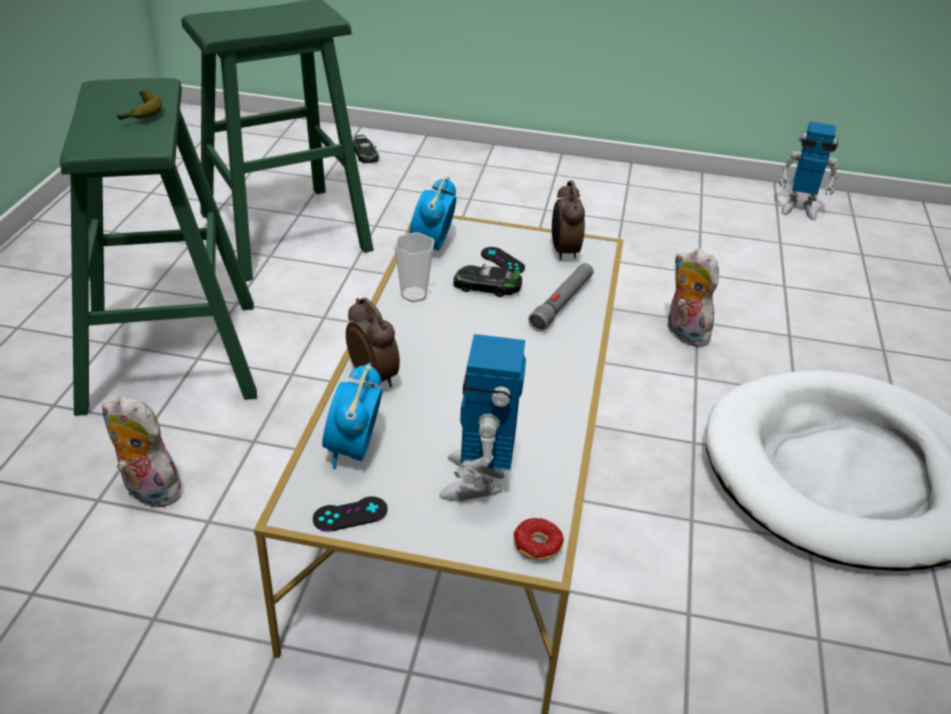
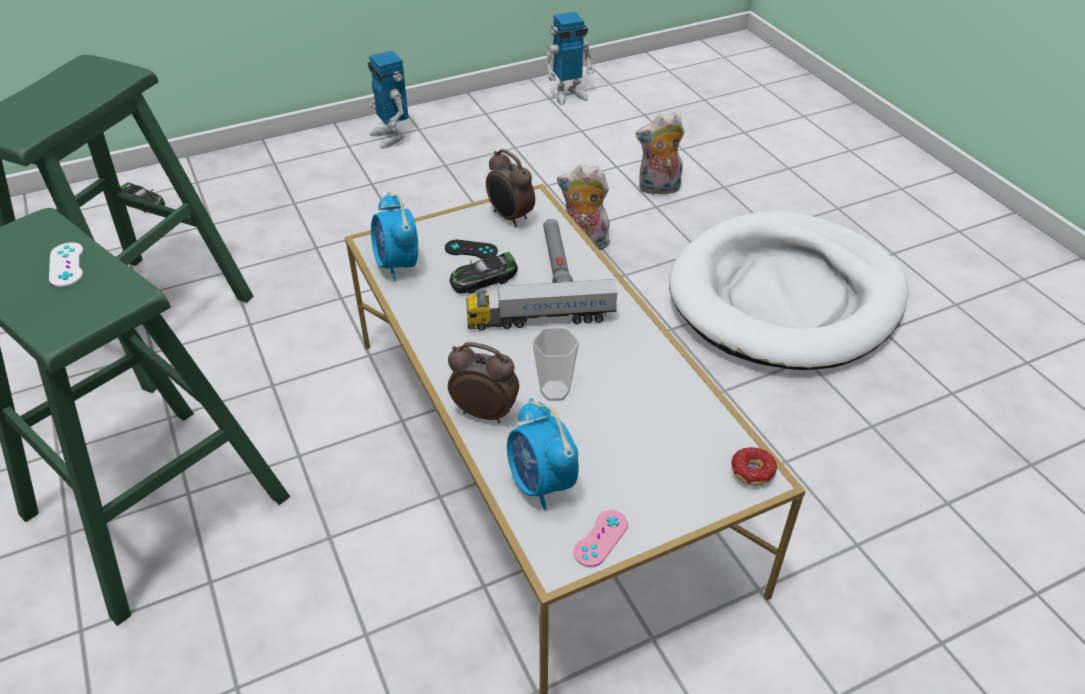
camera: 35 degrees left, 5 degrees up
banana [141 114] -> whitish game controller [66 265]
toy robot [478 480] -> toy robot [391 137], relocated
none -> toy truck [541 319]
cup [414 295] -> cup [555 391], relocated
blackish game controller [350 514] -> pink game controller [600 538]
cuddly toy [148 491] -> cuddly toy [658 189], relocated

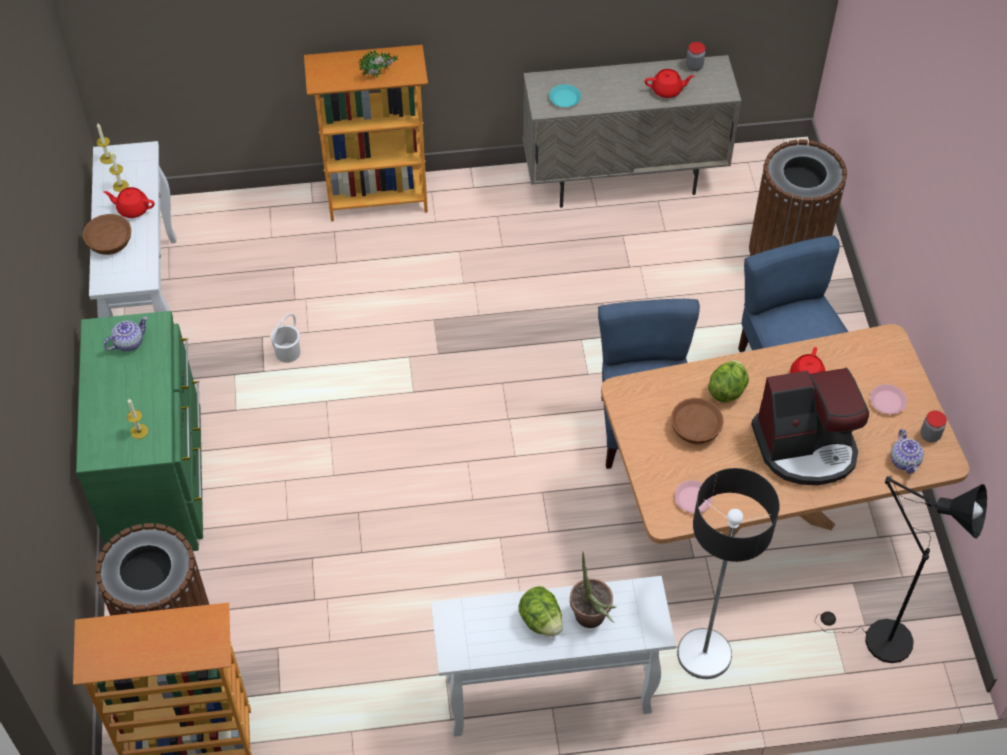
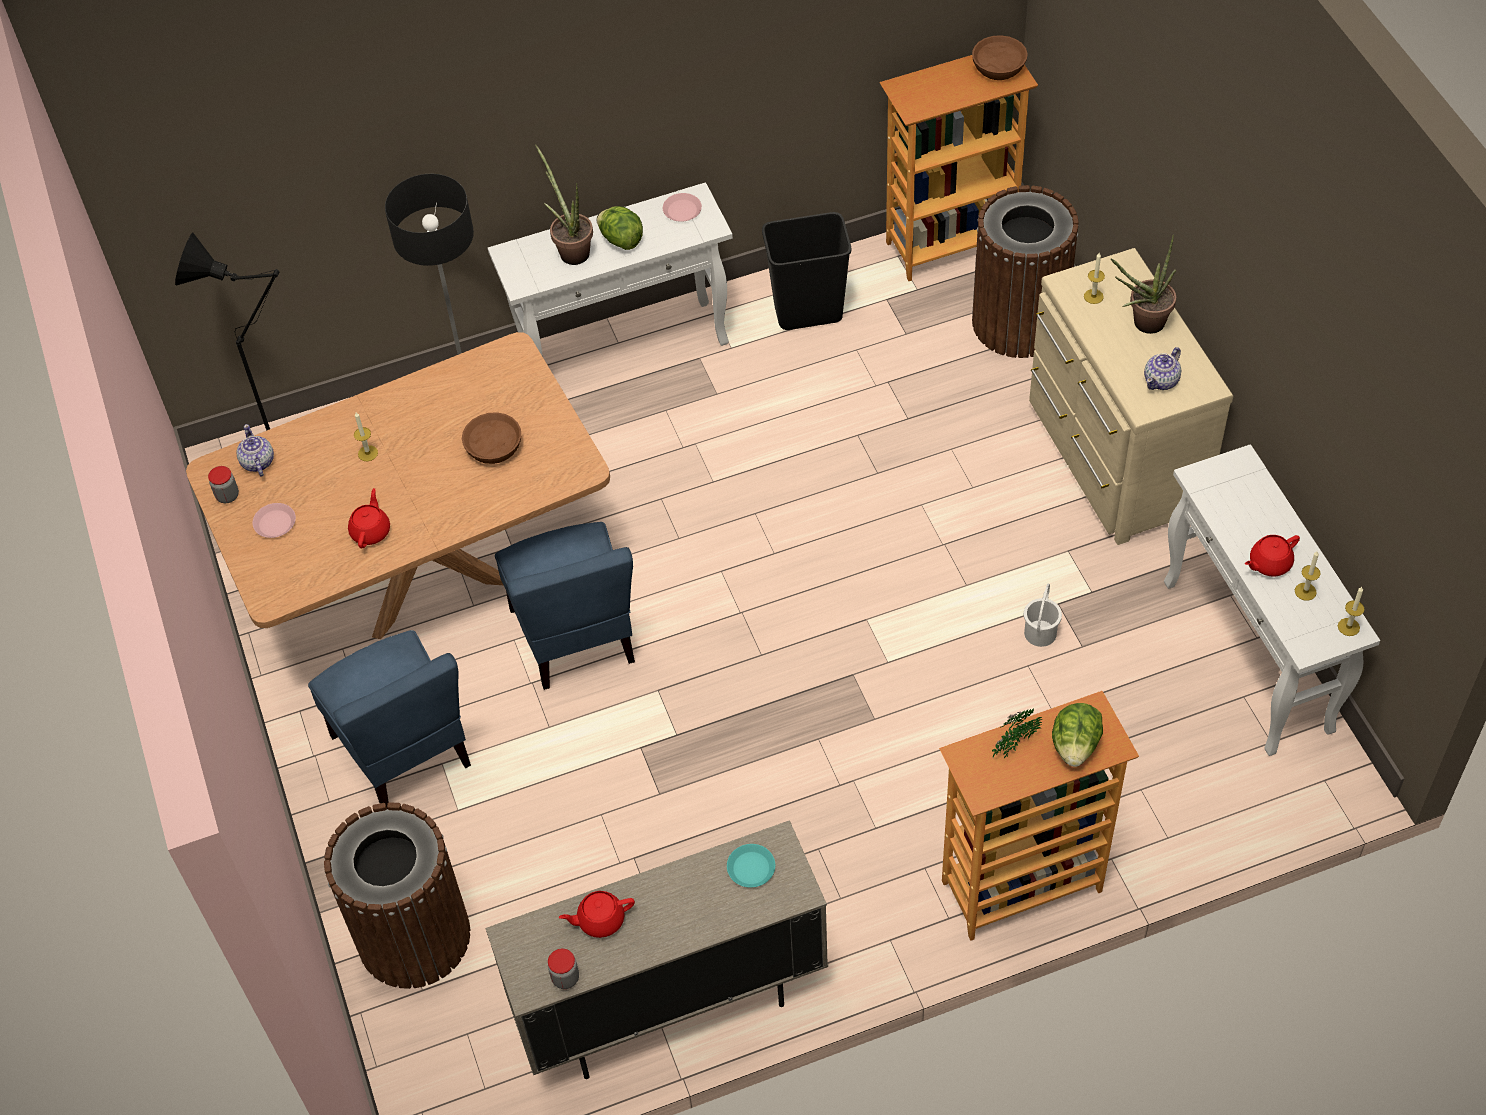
camera: 170 degrees right, 0 degrees up
coffee brewer [806 447] -> candle [368 453]
pink flat dish [692 499] -> pink flat dish [682 210], relocated
none -> blackish trash can [808 311]
brown-coloured serving bowl [109 241] -> brown-coloured serving bowl [999 67], relocated
green-coloured dresser [160 478] -> beige-coloured dresser [1112 458]
lettuce head [727 390] -> lettuce head [1075 746], relocated
none -> potted plant [1142 324]
red-coloured pot for tea [132 209] -> red-coloured pot for tea [1269 563], 150 degrees clockwise

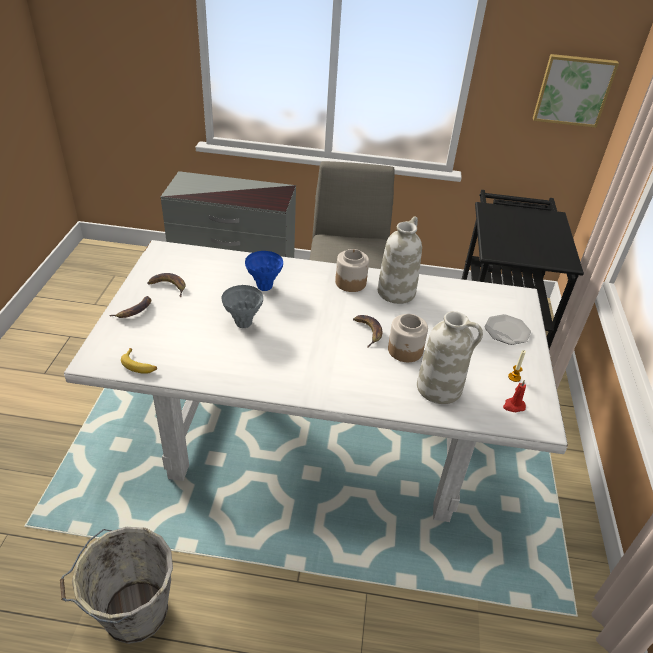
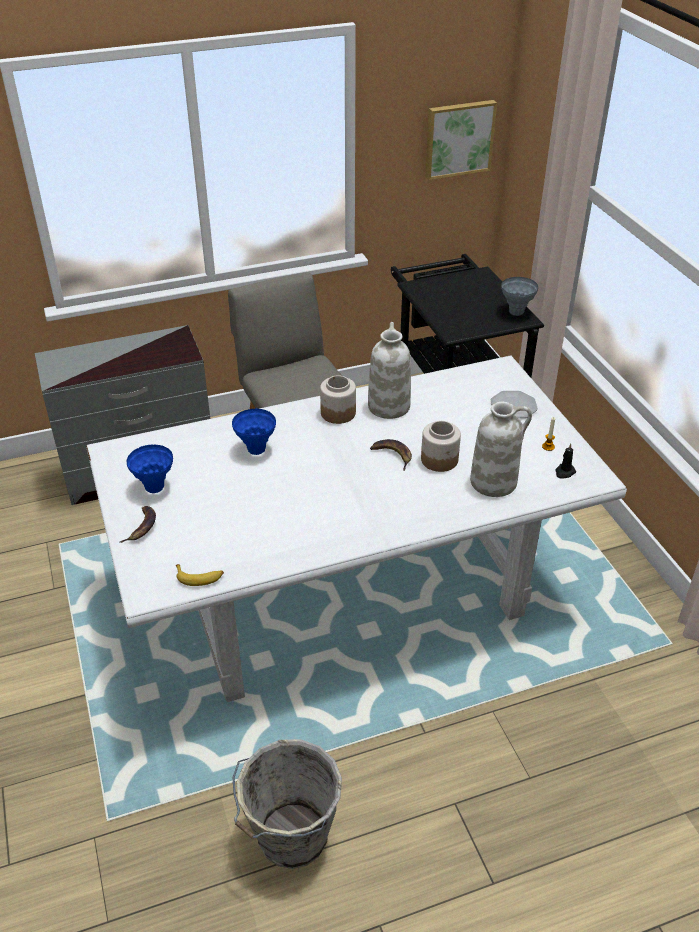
camera: 25 degrees left, 0 degrees up
banana [169 286] -> bluish vase [155 487]
gray vase [243 323] -> gray vase [516 312], relocated
red-coloured candle [513 406] -> blackish candle [564 472]

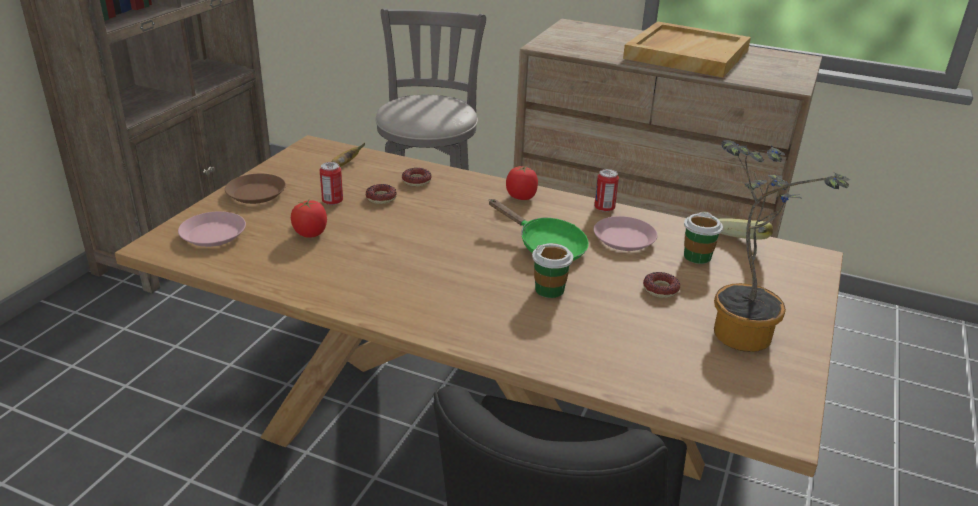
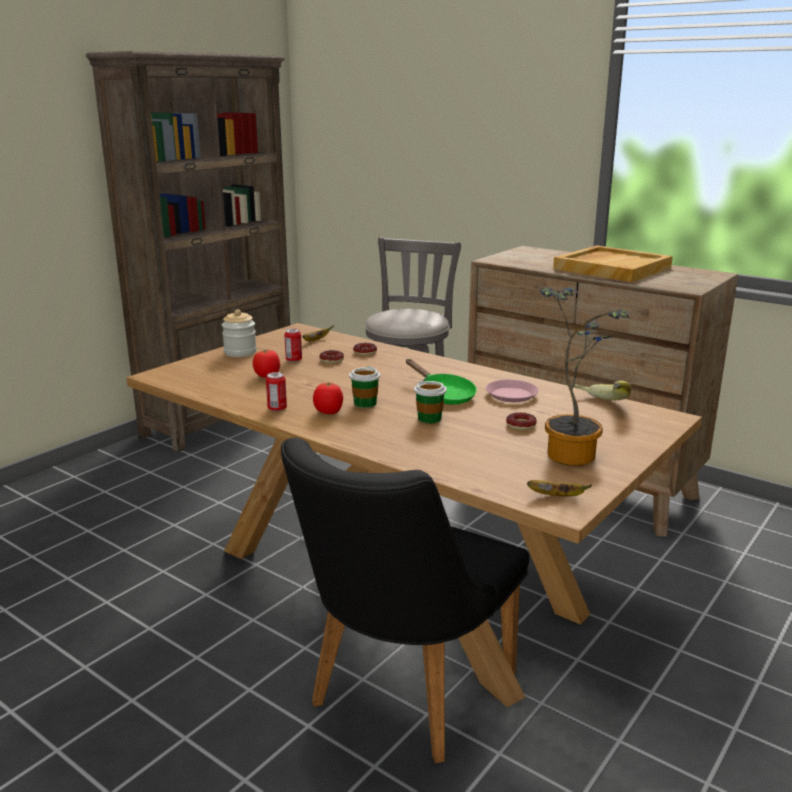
camera: 15 degrees right, 10 degrees down
brown-coloured flat dish [255 193] -> preserve jar [240 352]
sealed can [604 208] -> sealed can [277 409], relocated
whole tomato [521 197] -> whole tomato [329 412], relocated
cup [697 256] -> cup [365 403], relocated
none -> banana [557 496]
pink flat dish [213 234] -> none

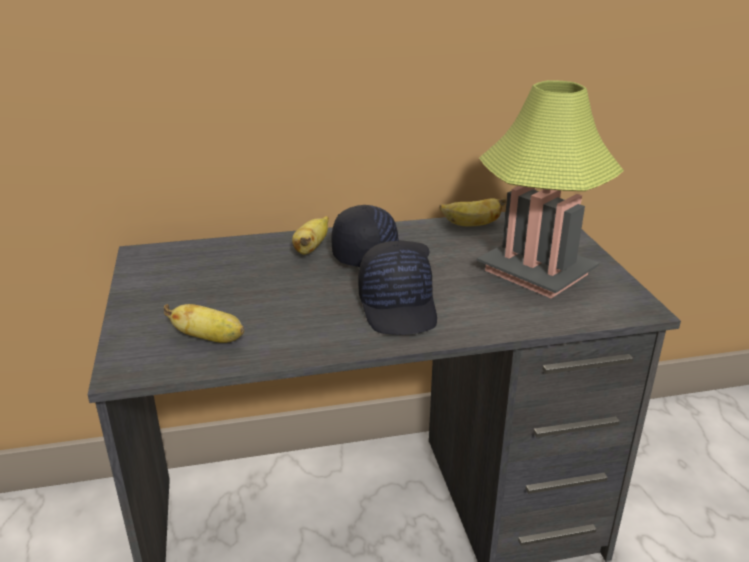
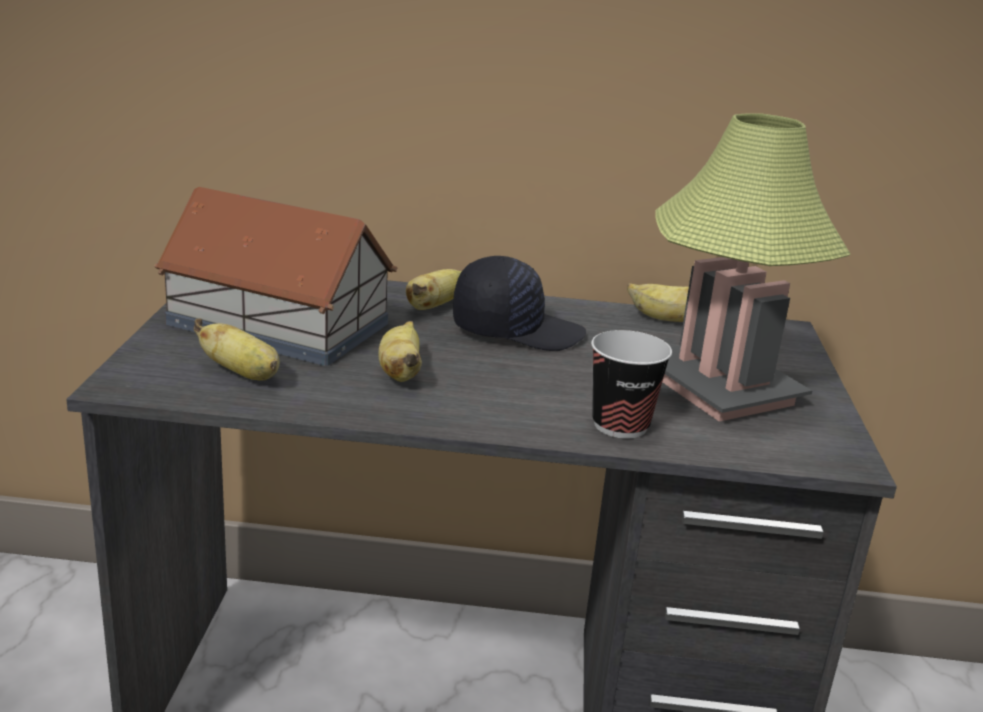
camera: 15 degrees right, 5 degrees down
none -> miniature house [277 323]
none -> banana [400 372]
none -> cup [620 425]
blackish peaked cap [399 307] -> none

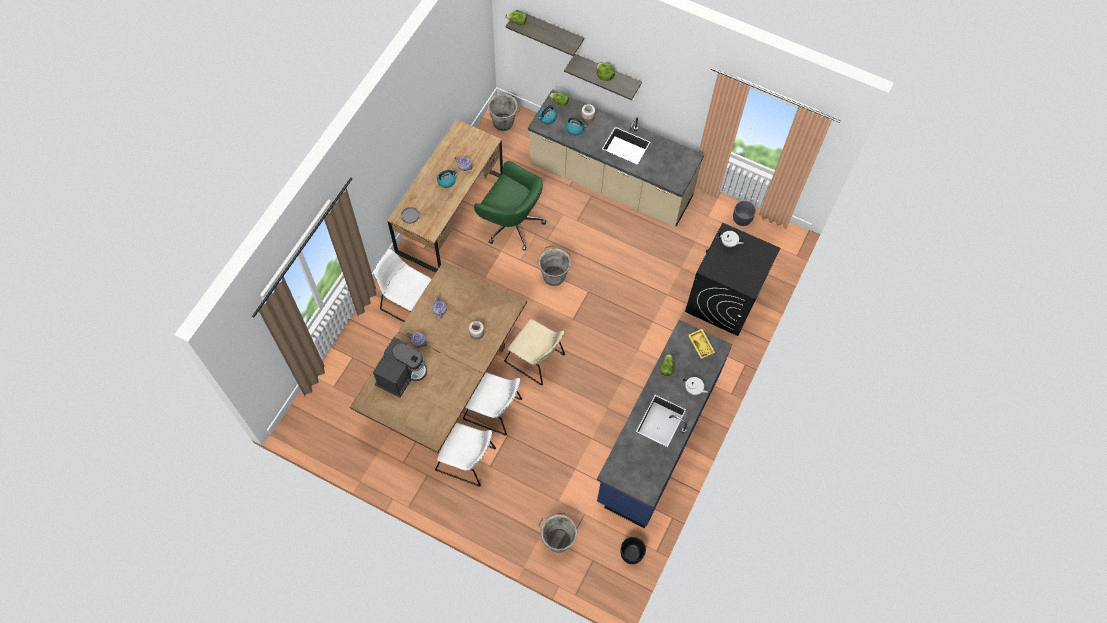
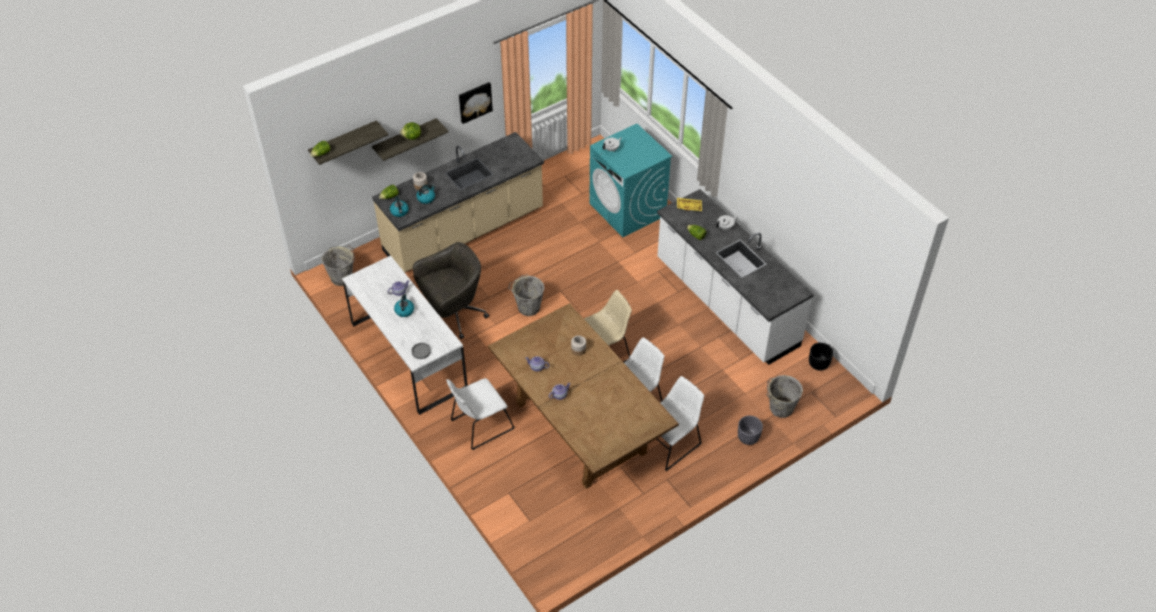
camera: 60 degrees left, 15 degrees down
brown-coloured desk table [450 214] -> whitish desk table [408 355]
green-coloured computer chair [511 223] -> gray computer chair [453 315]
none -> picture [474 102]
blackish laundry machine [723 300] -> blue-green laundry machine [628 210]
bluish kitchen base unit [657 438] -> whitish kitchen base unit [725 303]
gray flower pot [741 219] -> gray flower pot [748 437], relocated
coffee brewer [401 374] -> none

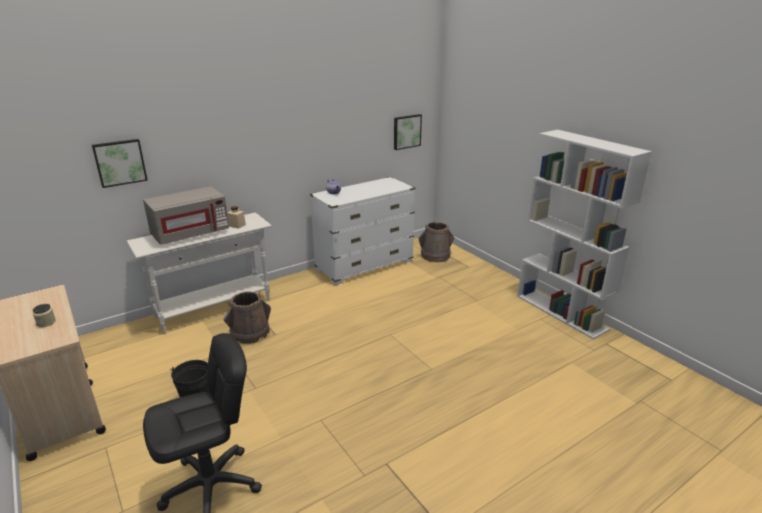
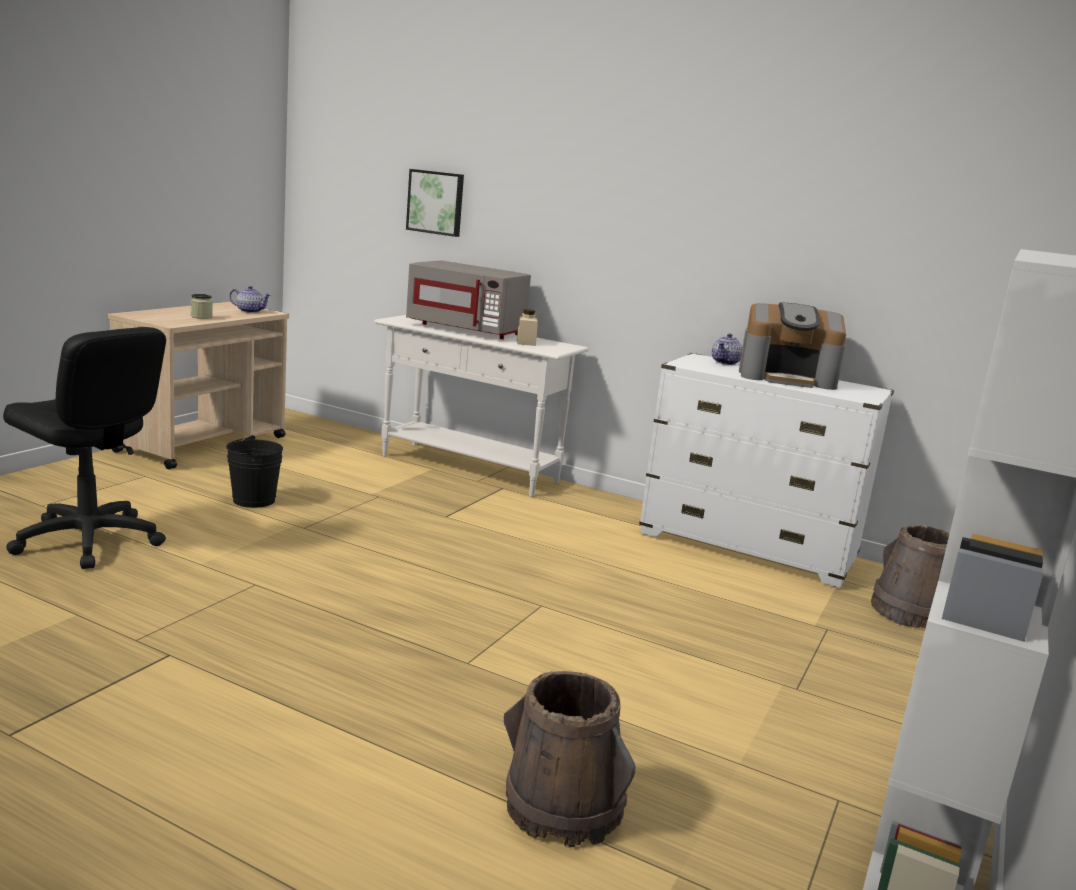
camera: 60 degrees right, 10 degrees down
none -> pot for tea [249 311]
brown-coloured water bucket [249 333] -> brown-coloured water bucket [562 806], relocated
none -> coffee brewer [787 378]
picture [406 131] -> none

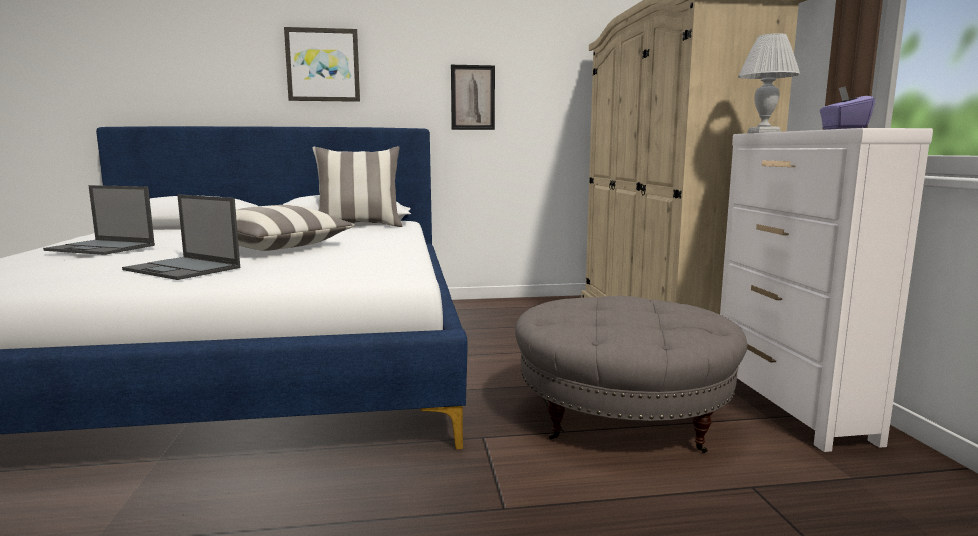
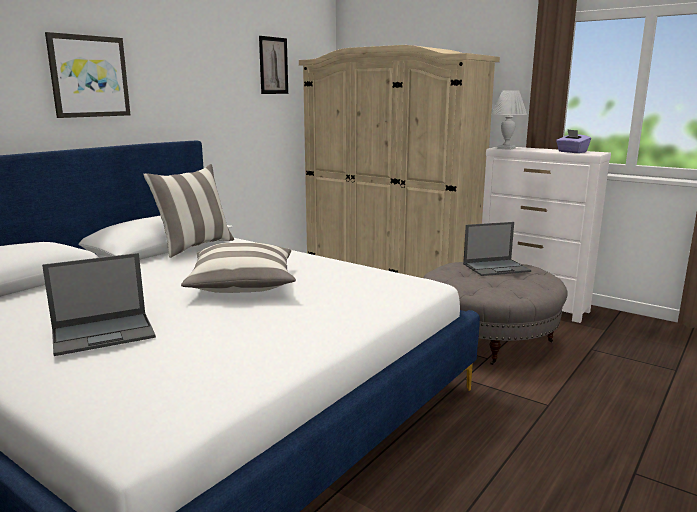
camera: 45 degrees left, 5 degrees up
picture [473 97] -> picture [273 65], relocated
portable computer [183 269] -> portable computer [497 267], relocated

